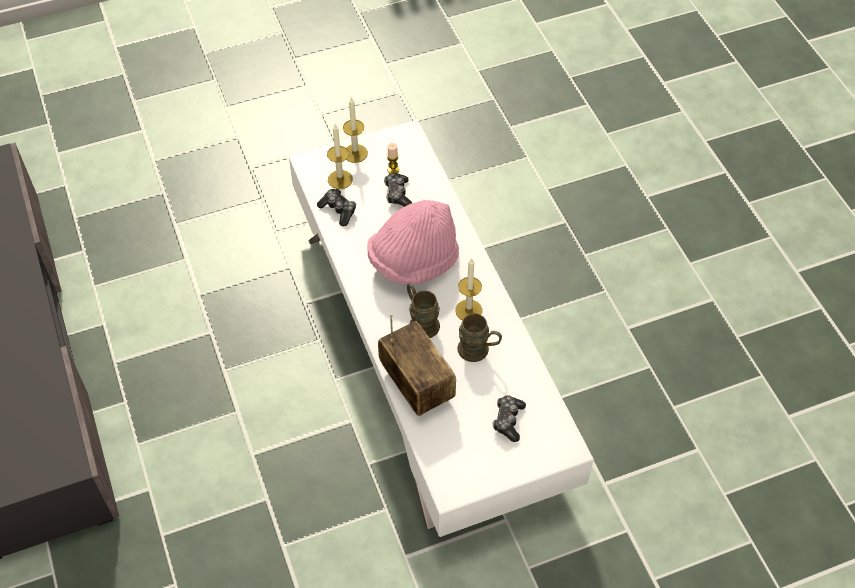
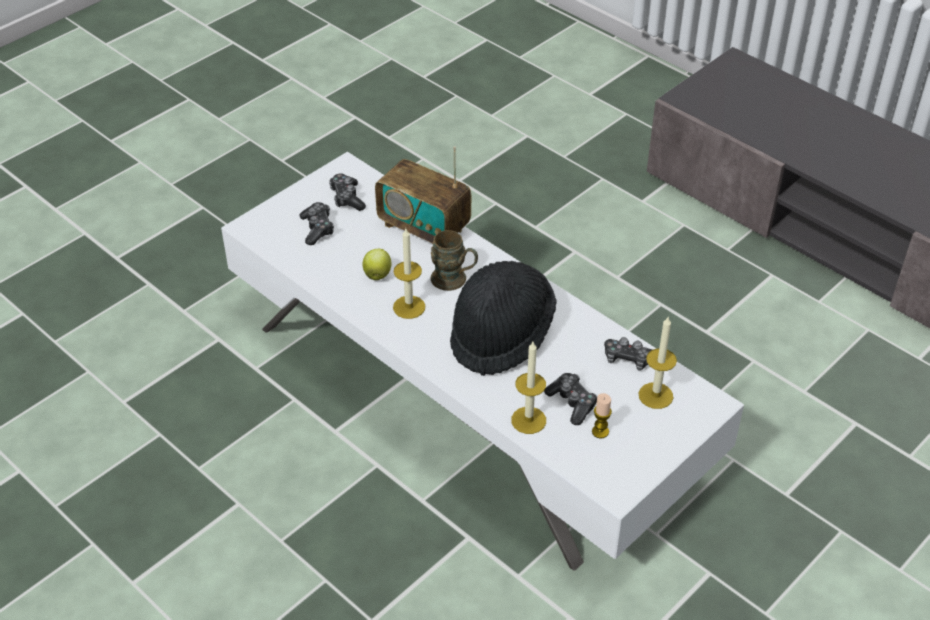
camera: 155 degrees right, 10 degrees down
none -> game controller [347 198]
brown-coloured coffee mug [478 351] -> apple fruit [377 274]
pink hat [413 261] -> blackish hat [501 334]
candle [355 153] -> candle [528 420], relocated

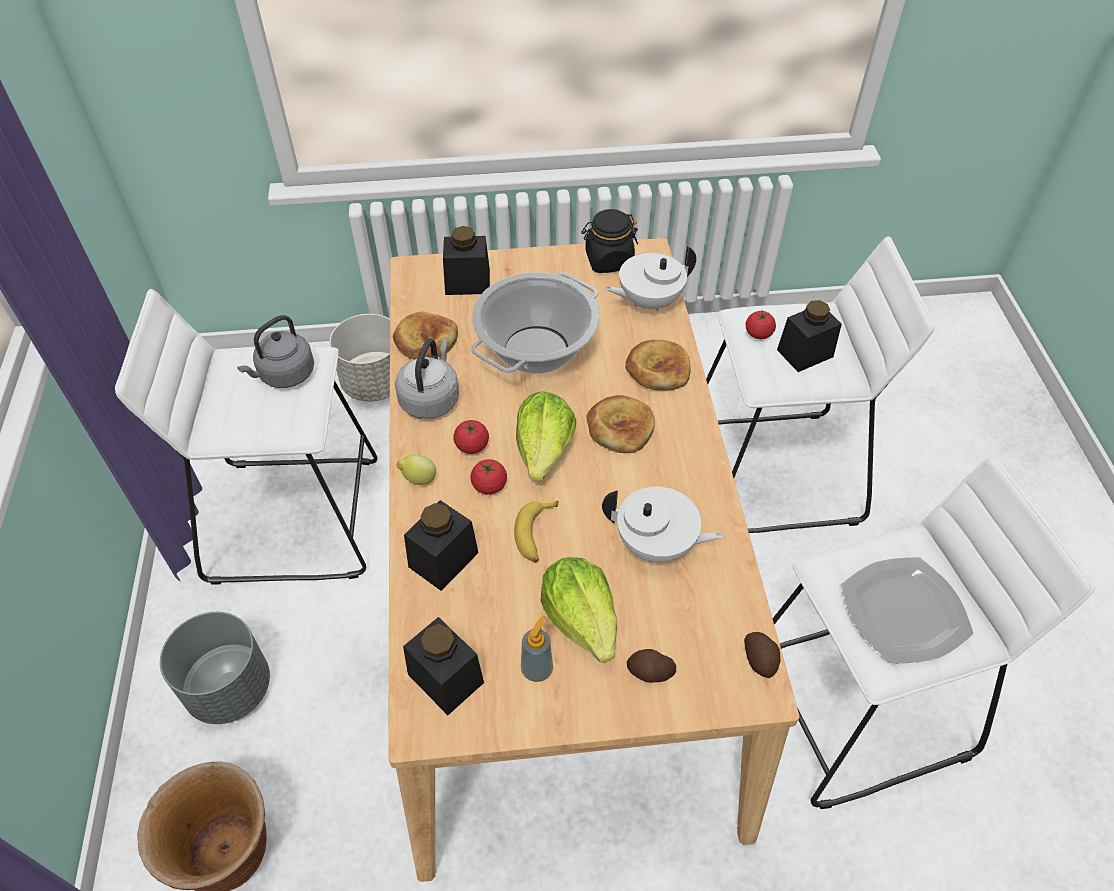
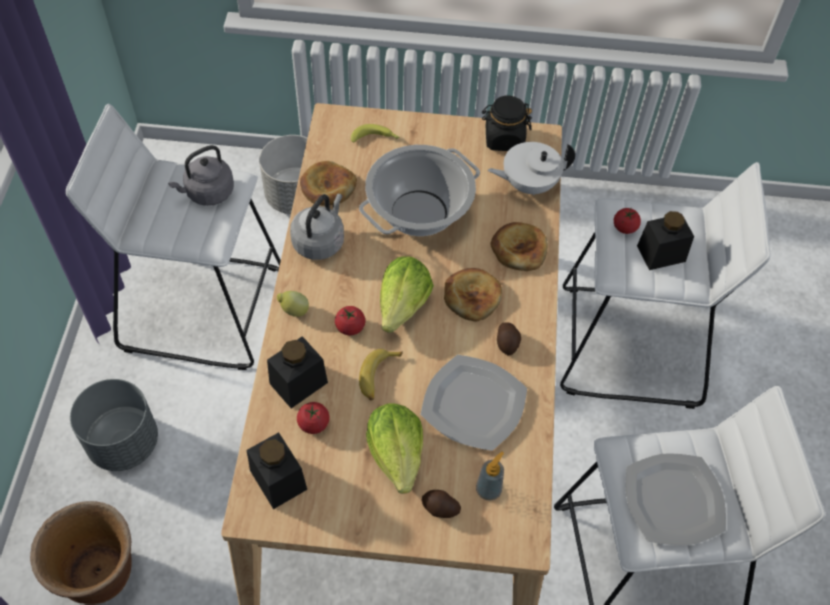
camera: 10 degrees right, 5 degrees up
whole tomato [472 446] -> whole tomato [313 424], relocated
blackish preserve jar [467 282] -> banana [375 139]
whitish pot for tea [656 545] -> flat dish [474 405]
liquid soap bottle [537 669] -> liquid soap bottle [488 490], relocated
spud [760 659] -> spud [507 343], relocated

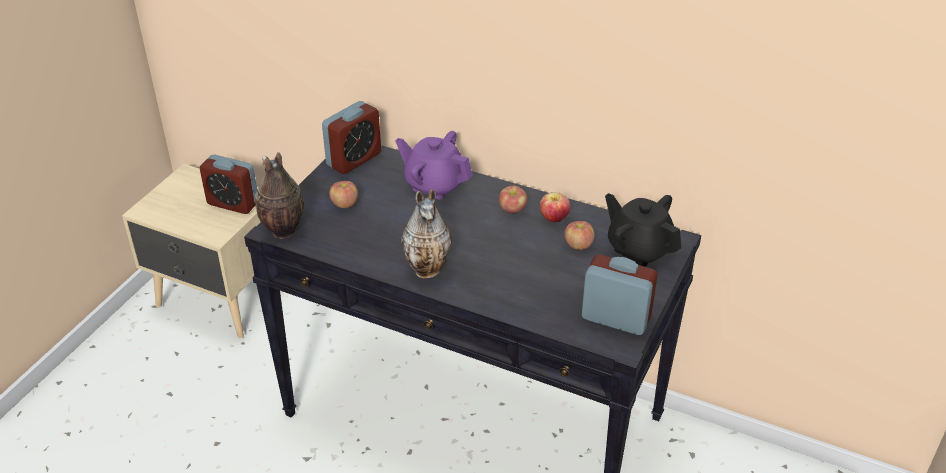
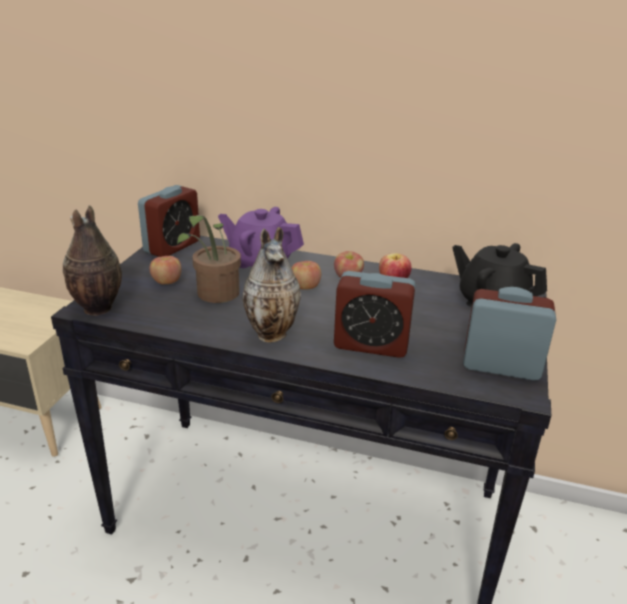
camera: 10 degrees left, 10 degrees down
none -> potted plant [215 295]
apple fruit [578 245] -> apple fruit [305 287], relocated
alarm clock [233 203] -> alarm clock [371 345], relocated

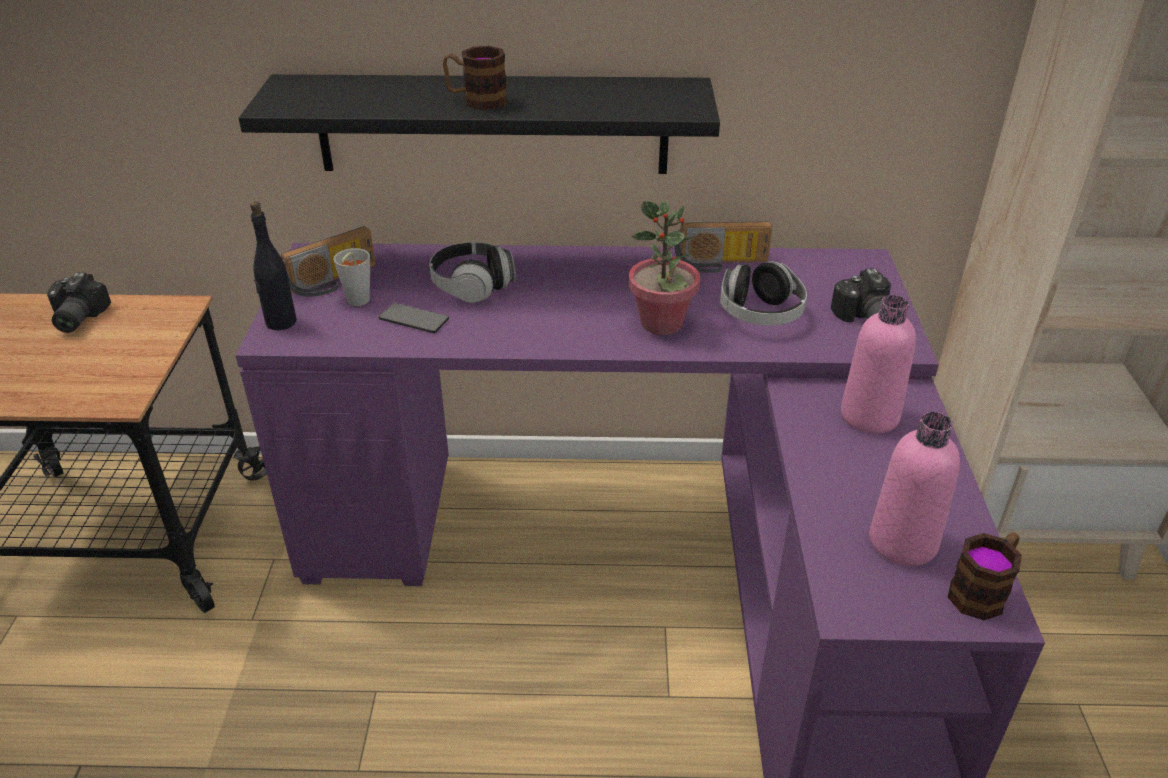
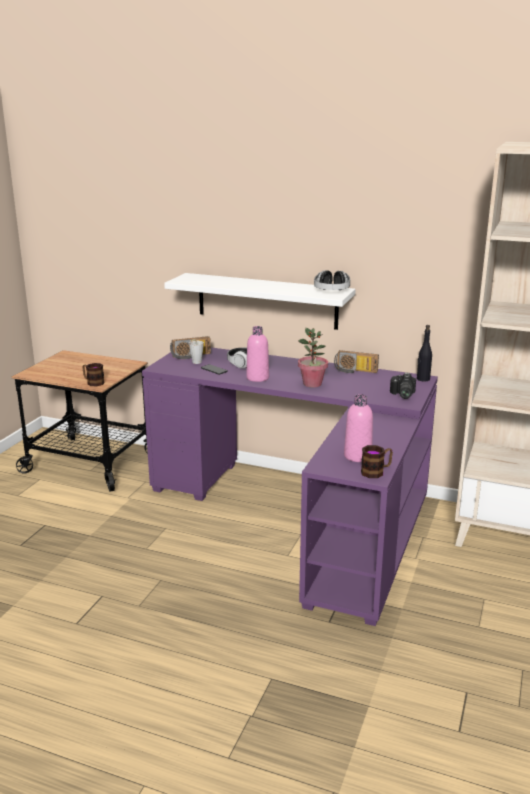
camera: 20 degrees right, 15 degrees down
coffee mug [476 101] -> coffee mug [93 382], relocated
blackish bracket shelf [492 124] -> whitish bracket shelf [267 301]
pink bottle [869 416] -> pink bottle [257 378], relocated
headphones [760 314] -> headphones [331 291], relocated
blackish bottle [280 322] -> blackish bottle [423 379], relocated
photo camera [75 319] -> none

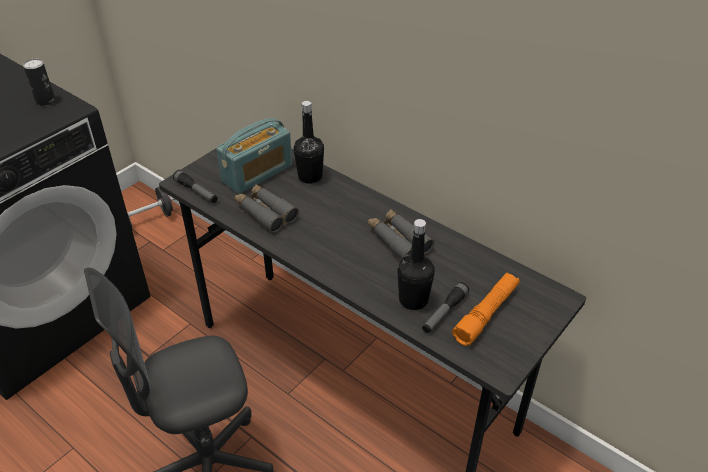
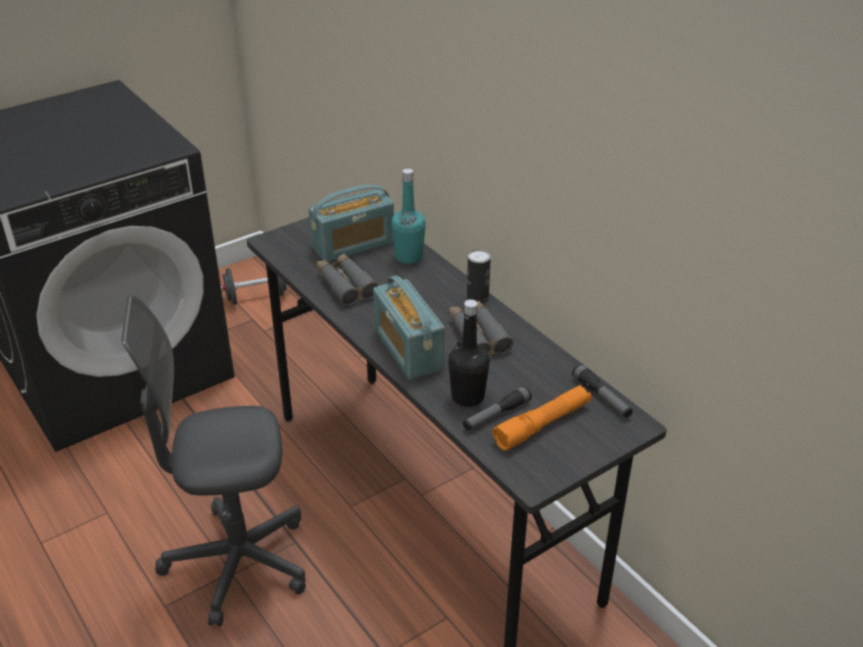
camera: 15 degrees right, 5 degrees down
none -> radio set [408 349]
blackish bottle [310 177] -> blue-green bottle [409 257]
sealed can [45 101] -> sealed can [477 297], relocated
torch [196 191] -> torch [601 397], relocated

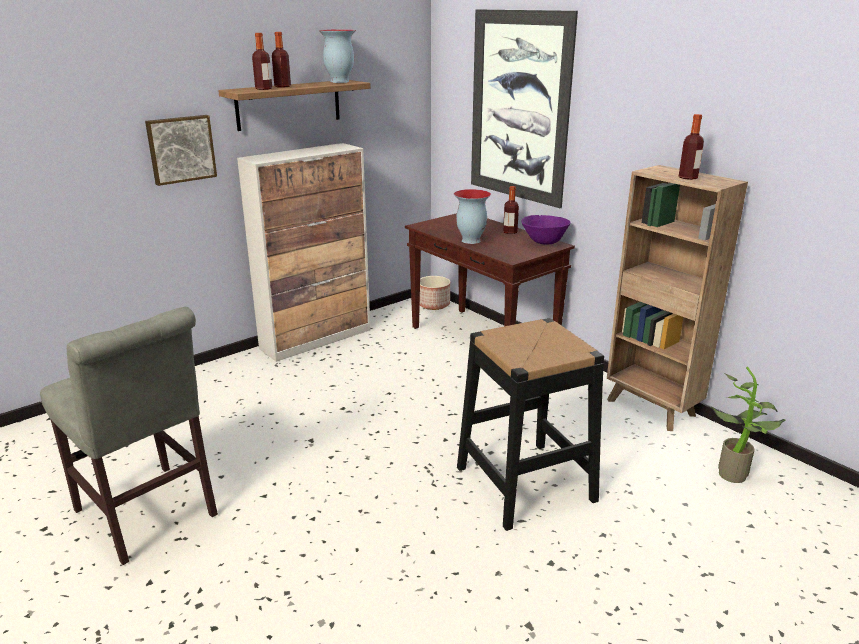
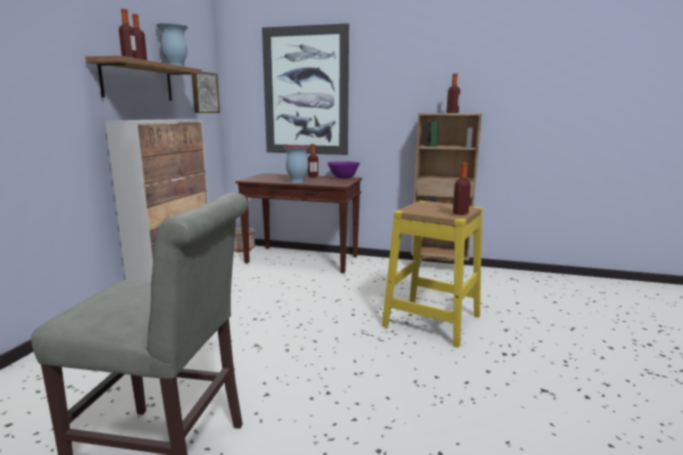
camera: 35 degrees left, 10 degrees down
picture [181 149] -> picture [204 92], relocated
blackish sitting stool [525 483] -> yellowish sitting stool [432 321]
none -> bottle [460 213]
potted plant [735 473] -> none

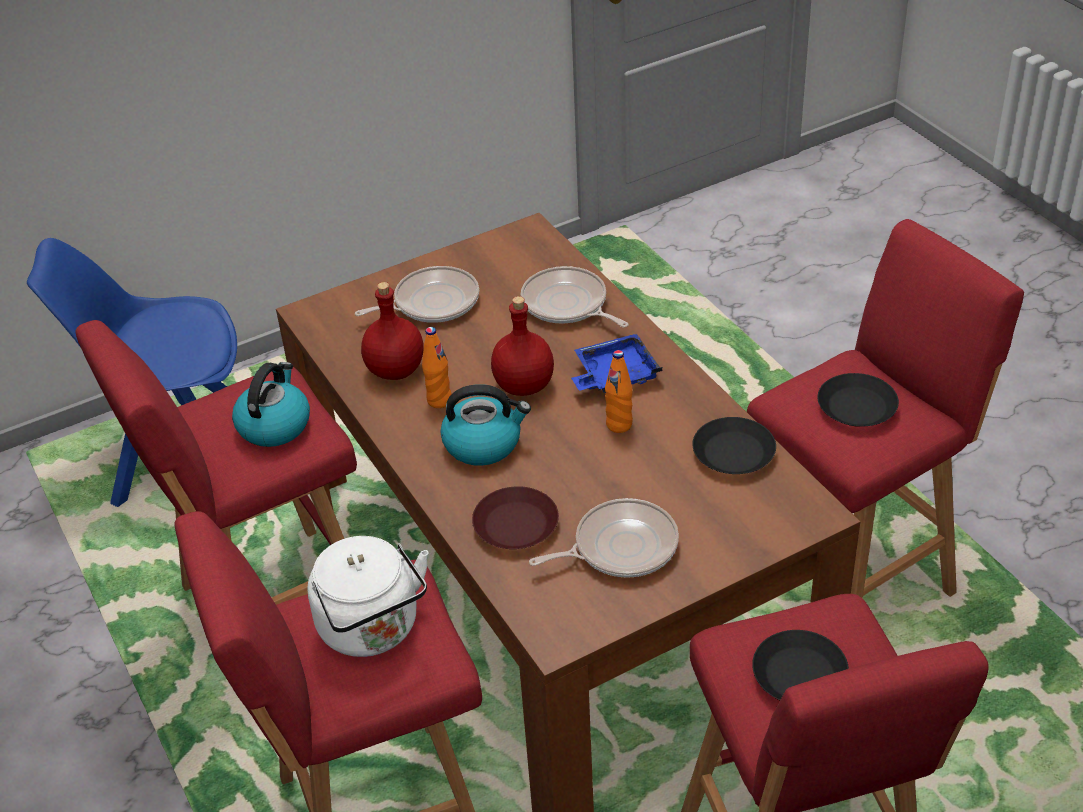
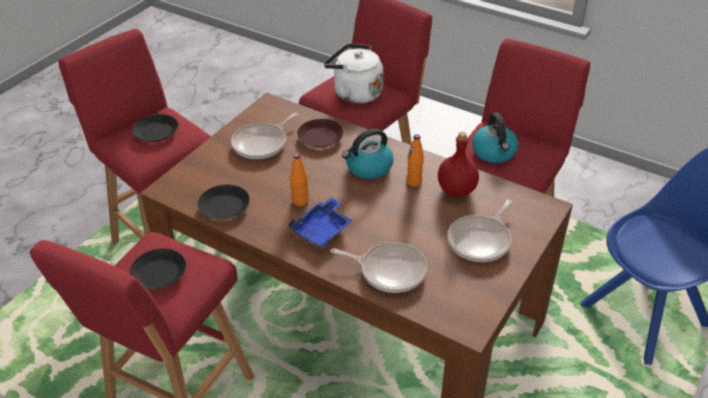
camera: 150 degrees right, 0 degrees up
red-coloured bottle [525 386] -> none

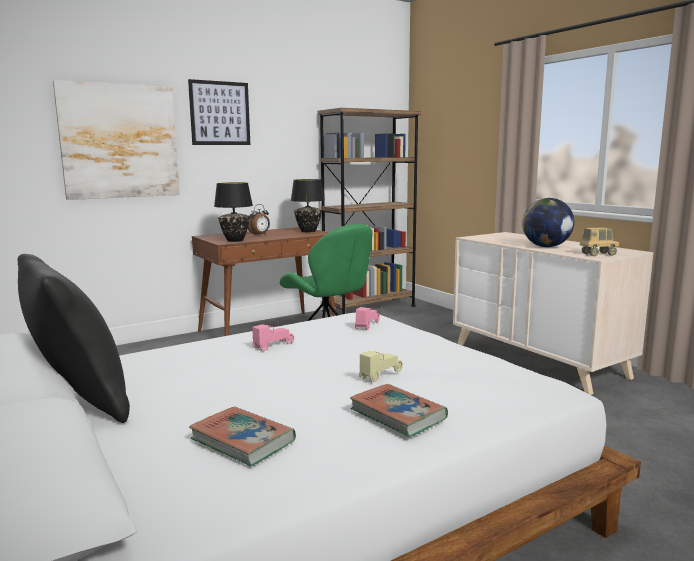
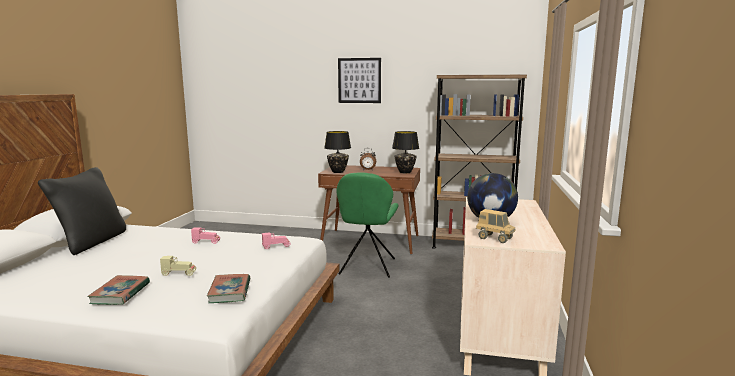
camera: 45 degrees right, 0 degrees up
book [242 440] -> book [230 291], relocated
picture [119 141] -> none

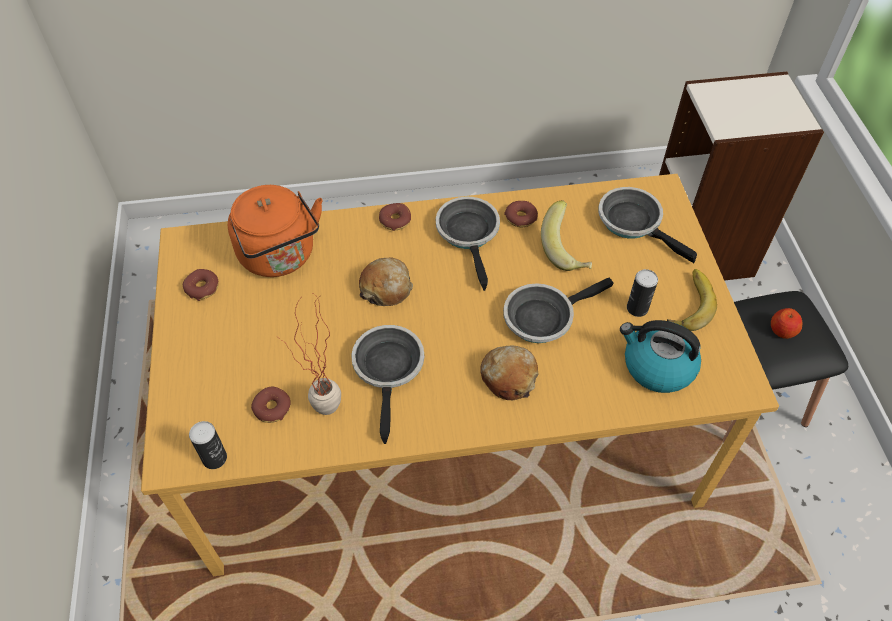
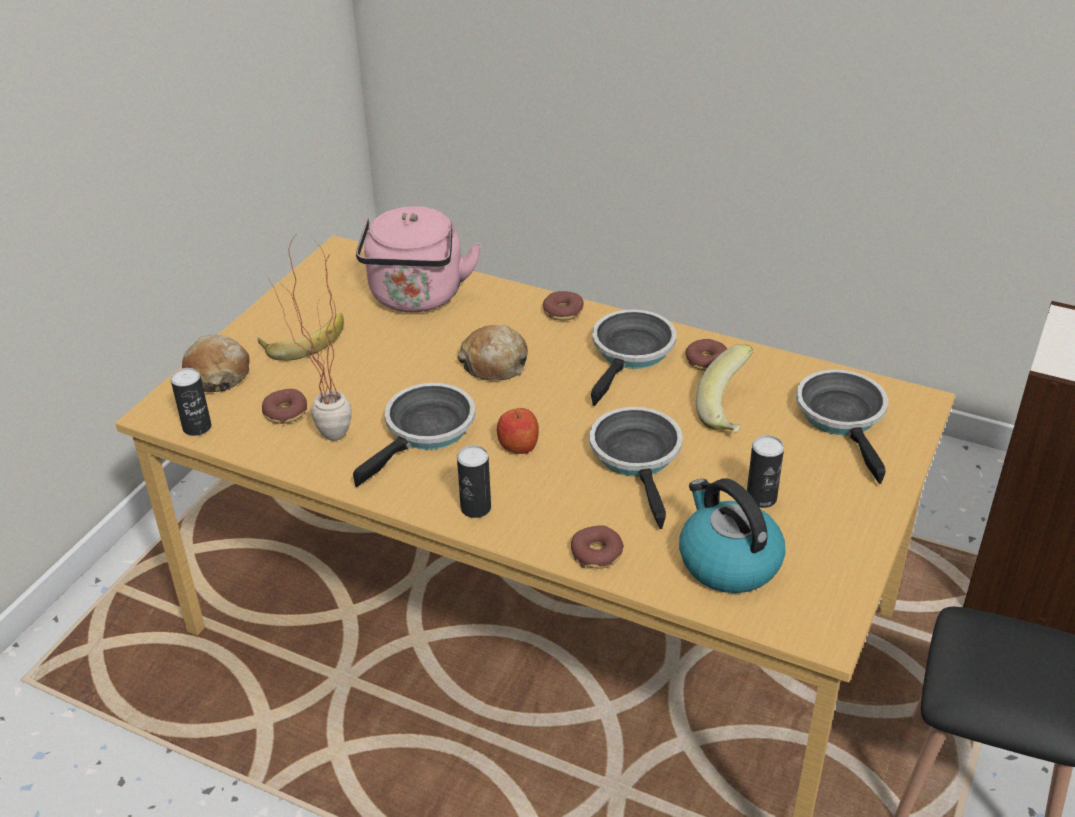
camera: 35 degrees right, 15 degrees down
baked bread [509 377] -> baked bread [217 374], relocated
banana [688 303] -> banana [303 340], relocated
orange-coloured tea kettle [280 257] -> pink tea kettle [417 298]
none -> sealed can [475 508]
apple fruit [782 330] -> apple fruit [518 445], relocated
ring doughnut [202 288] -> ring doughnut [597 553], relocated
pan [543 317] -> pan [638 458], 75 degrees clockwise

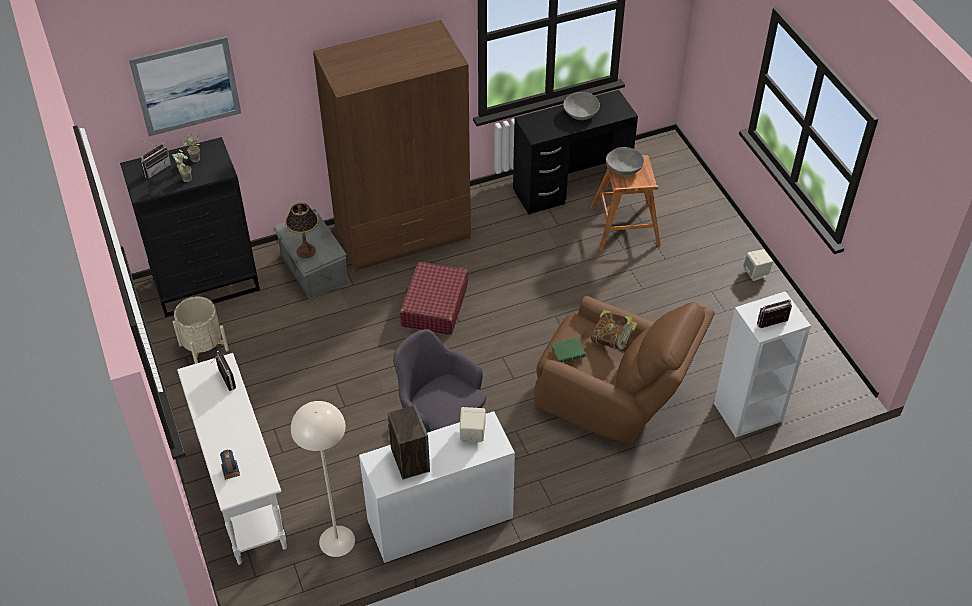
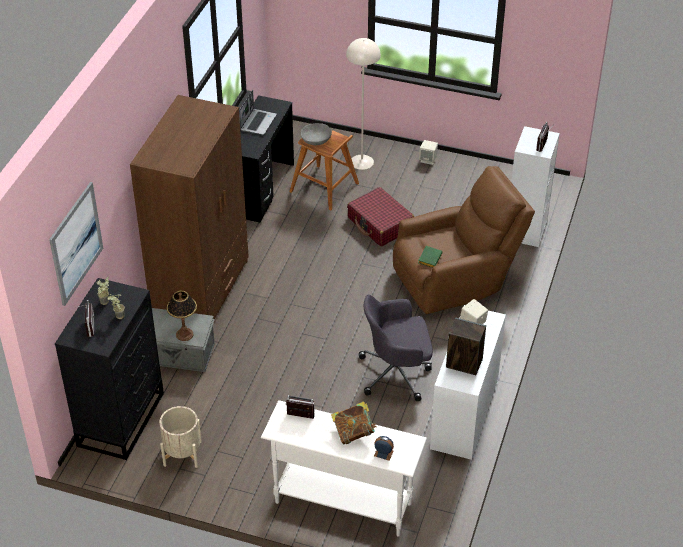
camera: 50 degrees left, 5 degrees down
gray serving bowl [581 113] -> portable computer [258 122]
book [612 341] -> book [354 433], relocated
beige-coloured floor lamp [337 541] -> beige-coloured floor lamp [362 162], relocated
red-coloured travel case [434 306] -> red-coloured travel case [380 224], relocated

